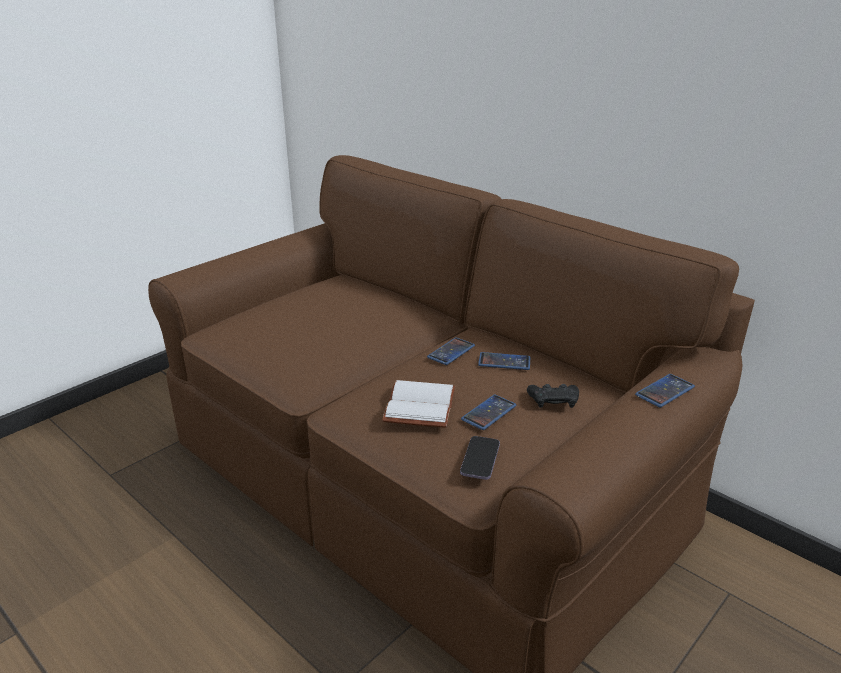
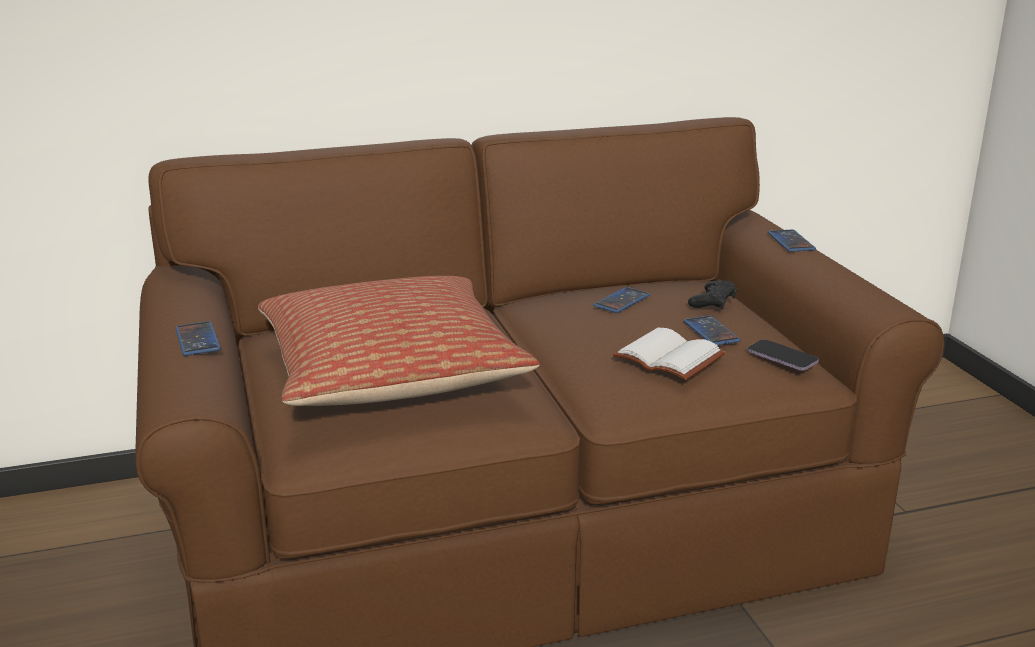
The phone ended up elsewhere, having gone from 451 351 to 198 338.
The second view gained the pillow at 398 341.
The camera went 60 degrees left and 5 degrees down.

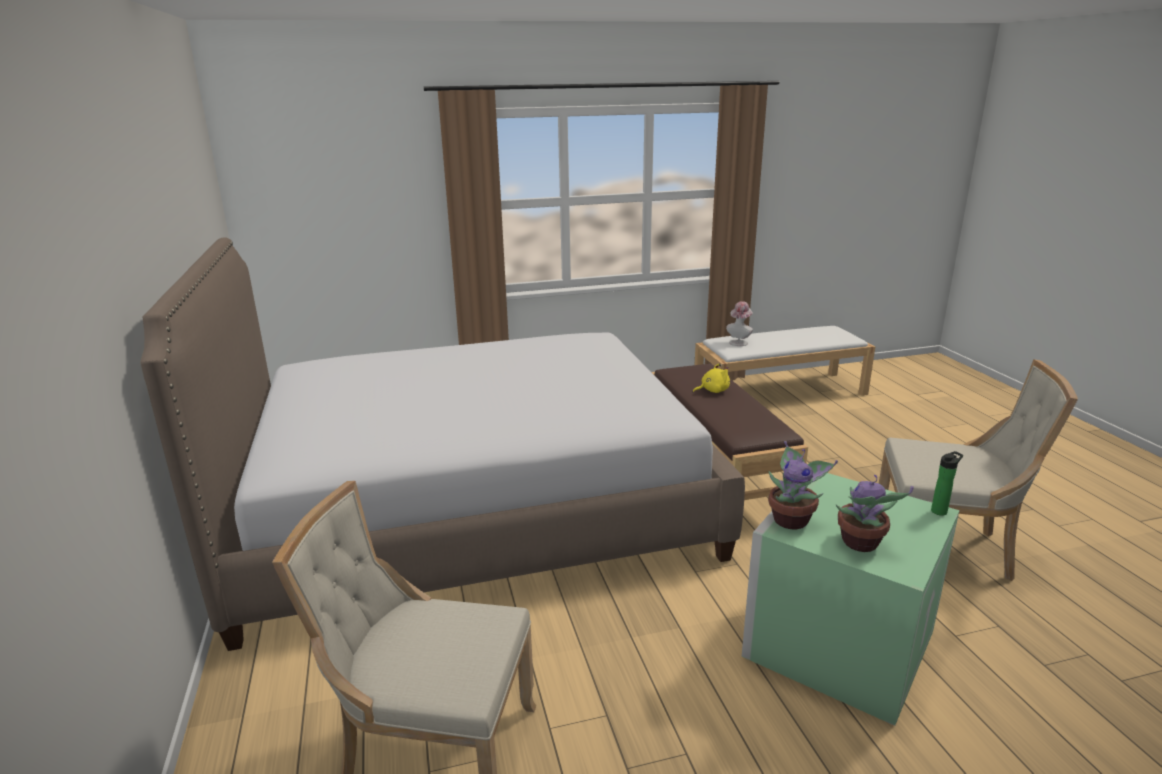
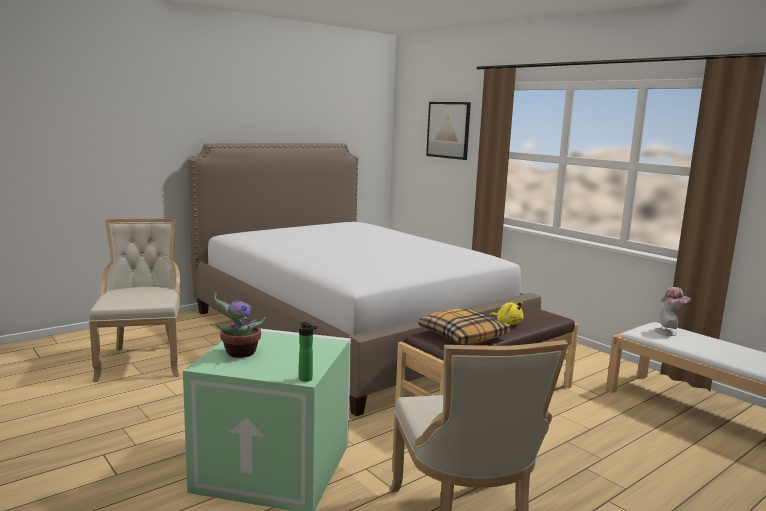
The second view lost the potted plant at 803 485.
The second view gained the pillow at 464 326.
The second view gained the picture at 448 131.
The camera went 65 degrees right and 10 degrees down.

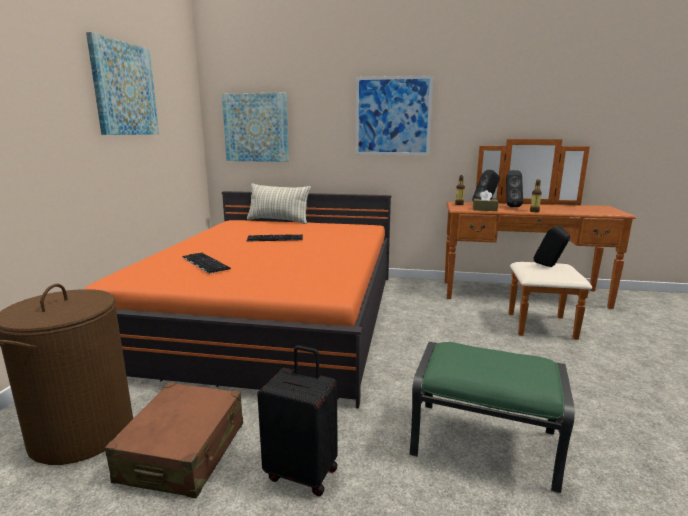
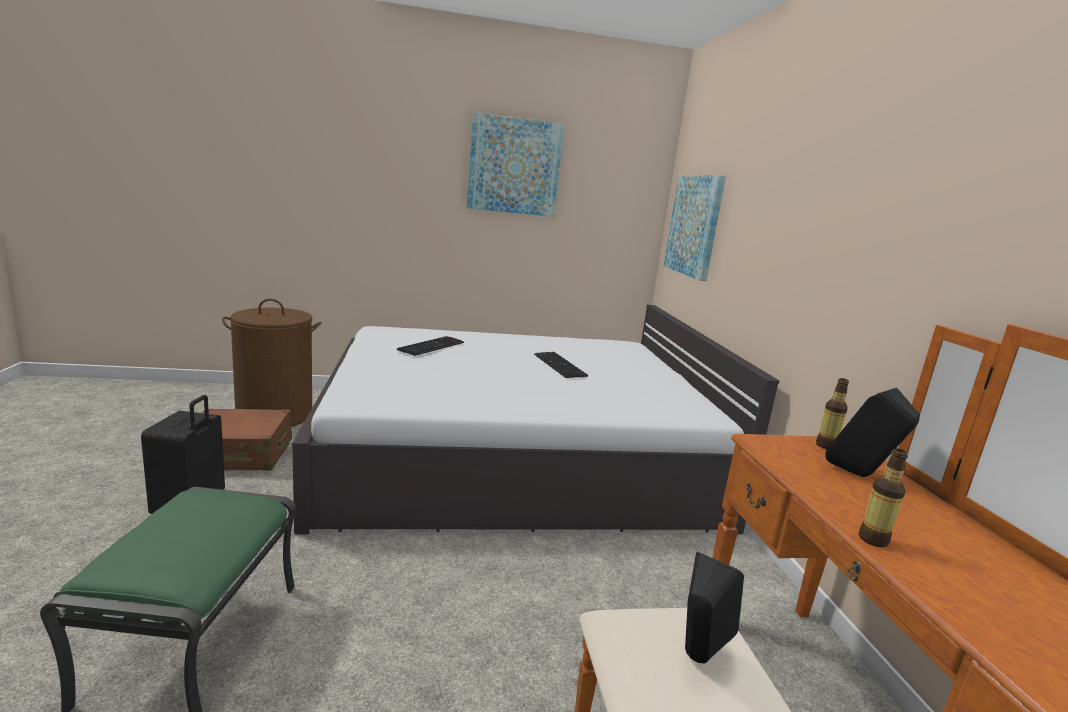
What was the orange bed at 238 300 turned into the white bed at 535 419.
The second view lost the pillow at 279 204.
The second view lost the picture at 394 115.
The second view lost the brown tissue box at 486 200.
The second view lost the black speaker at 514 188.
The camera went 70 degrees right and 0 degrees up.

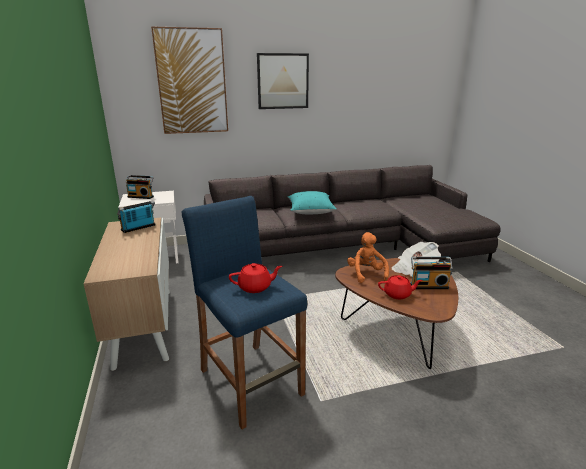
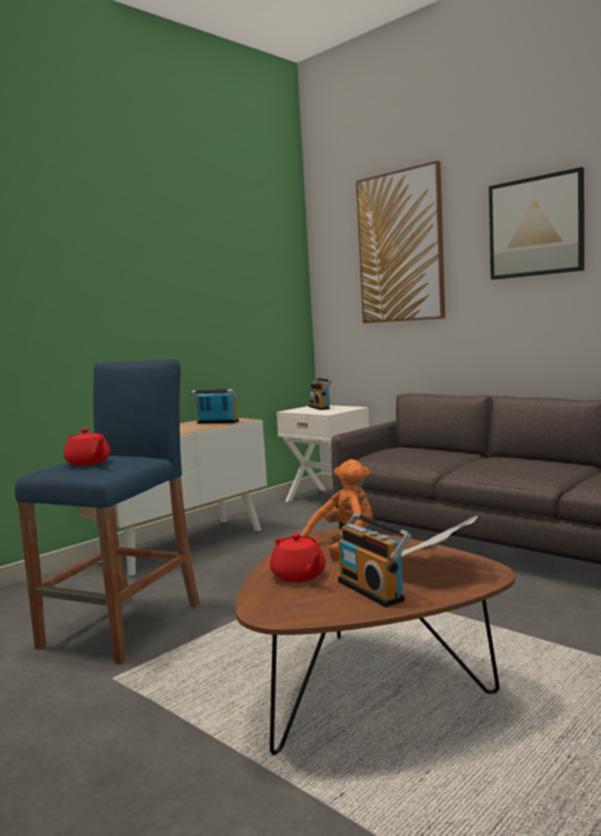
The second view lost the turquoise pillow at 312 202.
The camera went 60 degrees right and 15 degrees down.

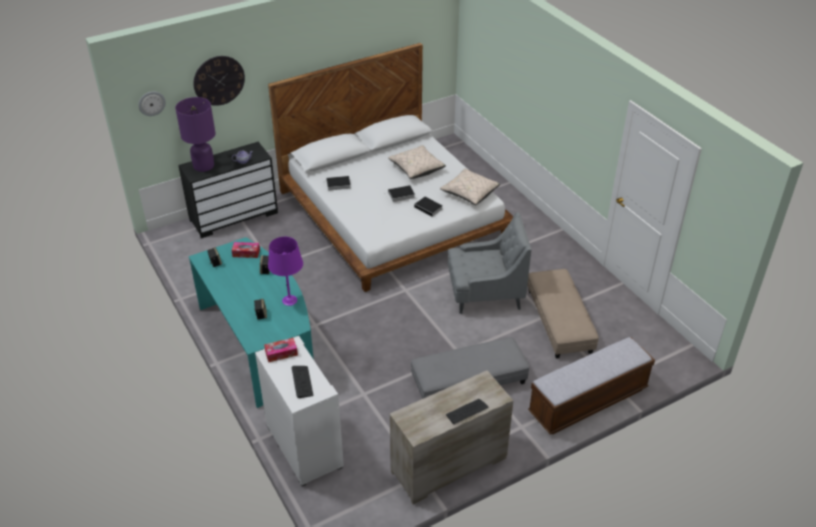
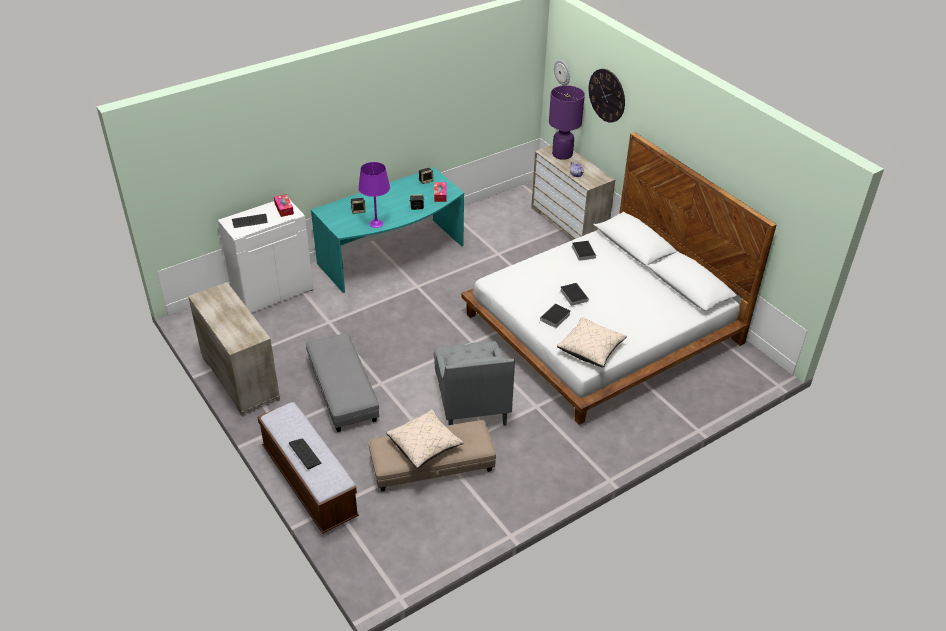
What was the black dresser at 228 190 turned into the beige dresser at 573 192.
The beige pillow ended up elsewhere, having gone from 417 162 to 425 439.
The keyboard ended up elsewhere, having gone from 467 411 to 305 454.
The camera went 85 degrees right and 0 degrees up.

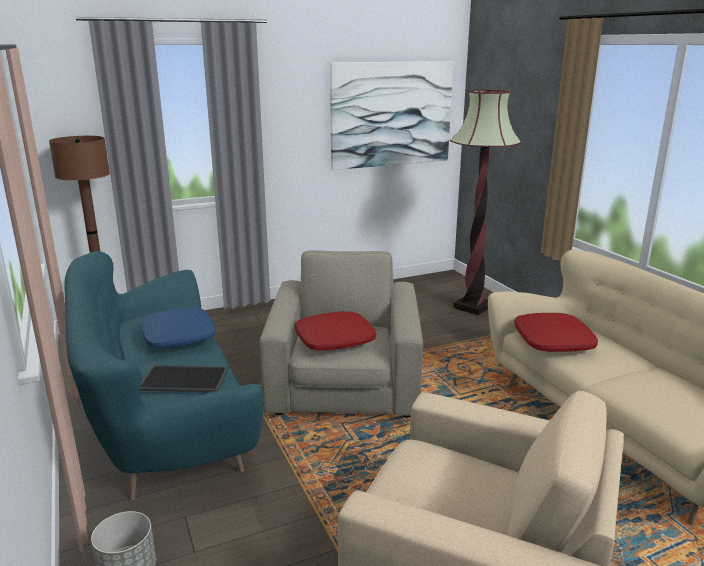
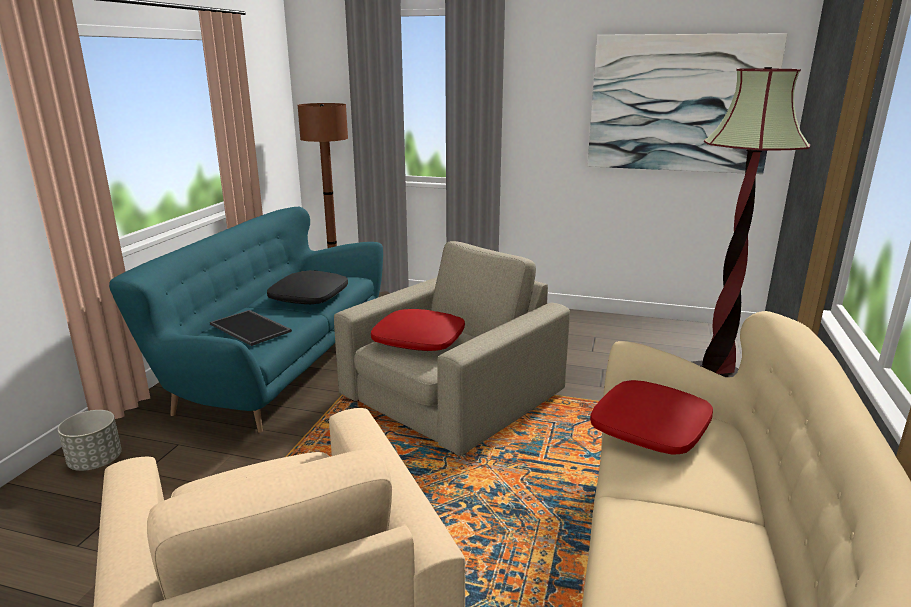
What was the blue pillow at 178 328 turned into the black pillow at 307 287.
The camera went 40 degrees right and 0 degrees up.

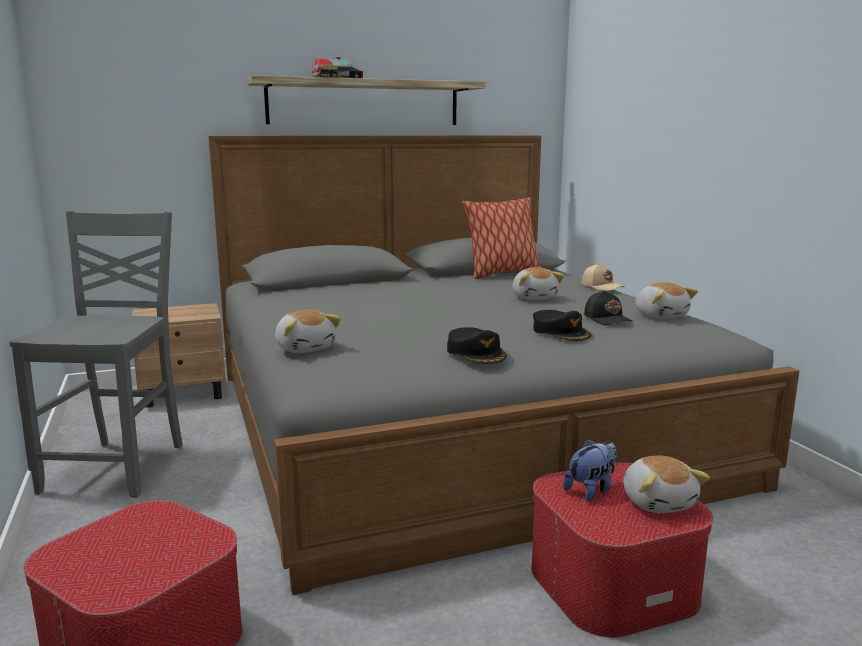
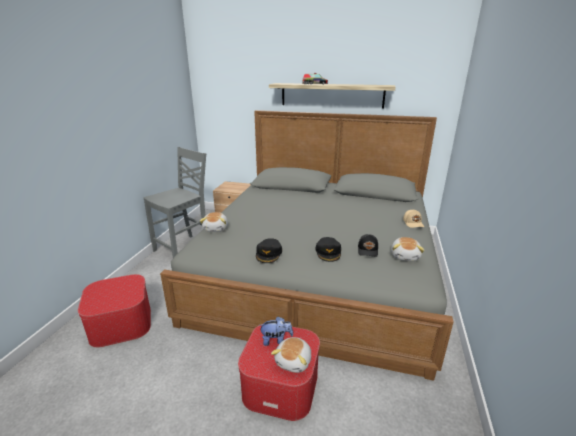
The second view lost the pillow at 501 238.
The second view lost the plush toy at 538 283.
The camera went 35 degrees right and 10 degrees up.

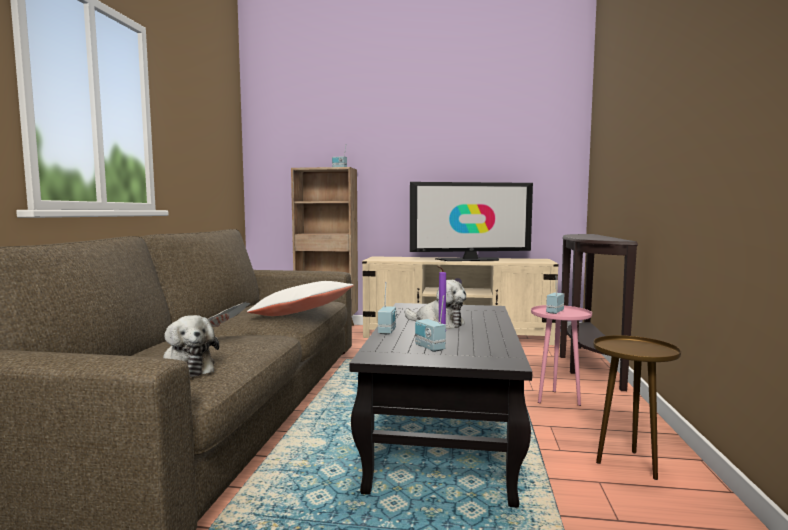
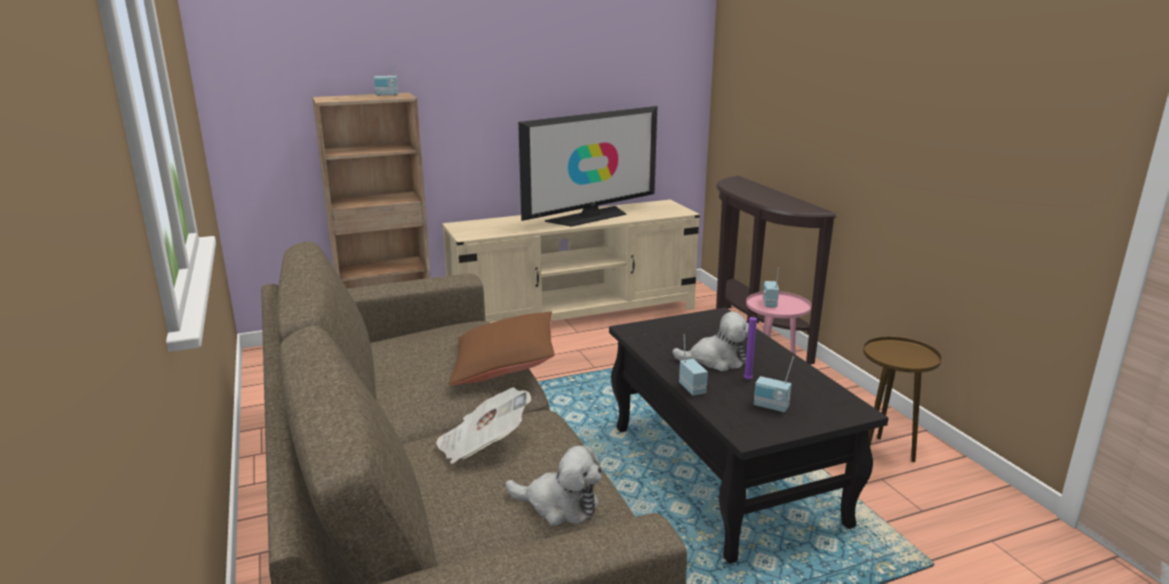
What was the white pillow at 300 298 turned into the brown pillow at 502 348.
The camera went 30 degrees left and 15 degrees up.

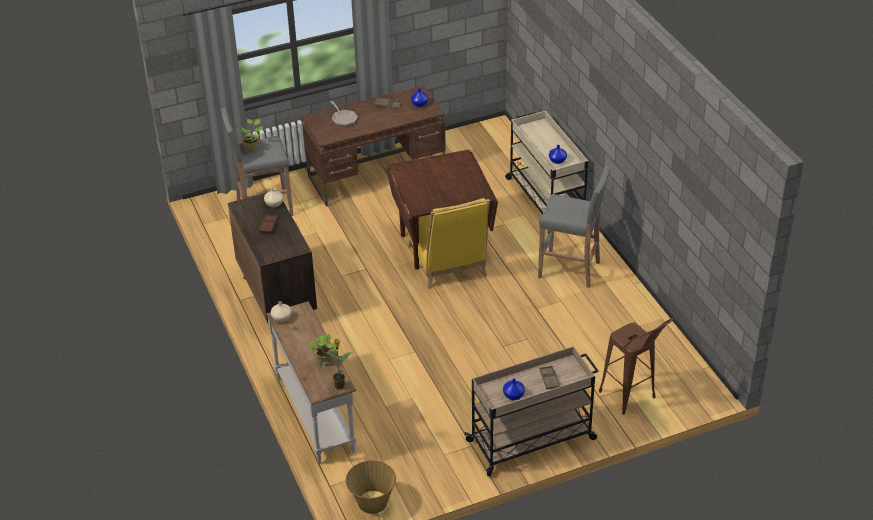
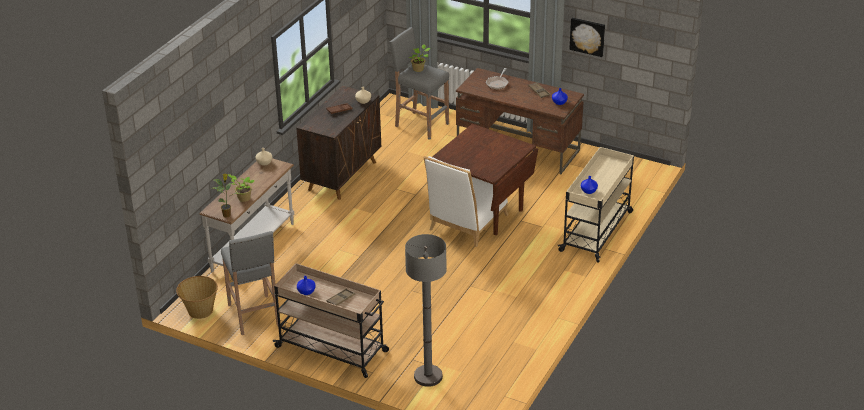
What was the yellow chair at 448 243 turned into the white chair at 466 201.
The grey stool ended up elsewhere, having gone from 574 227 to 249 283.
Where the brown stool stood at 636 366, the grey floor lamp came to stand at 426 310.
The second view gained the picture at 587 37.
The camera went 50 degrees right and 5 degrees down.

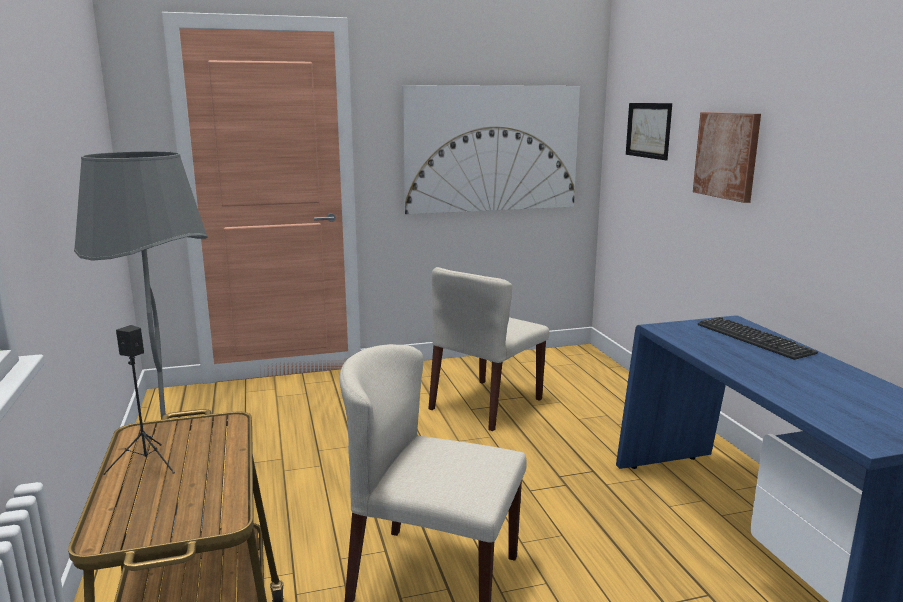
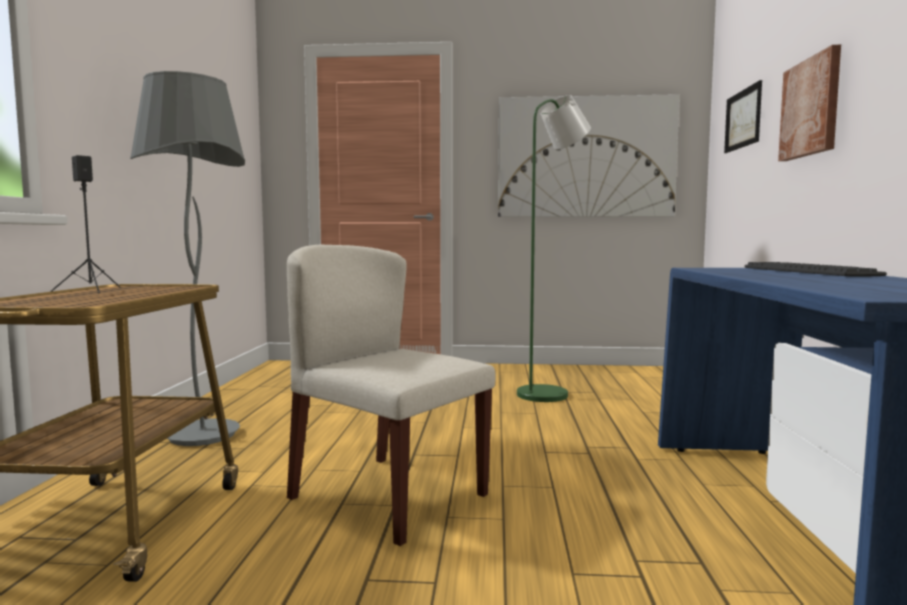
Where the beige chair stood at 488 349, the green floor lamp came to stand at 554 248.
The camera went 20 degrees right and 10 degrees down.

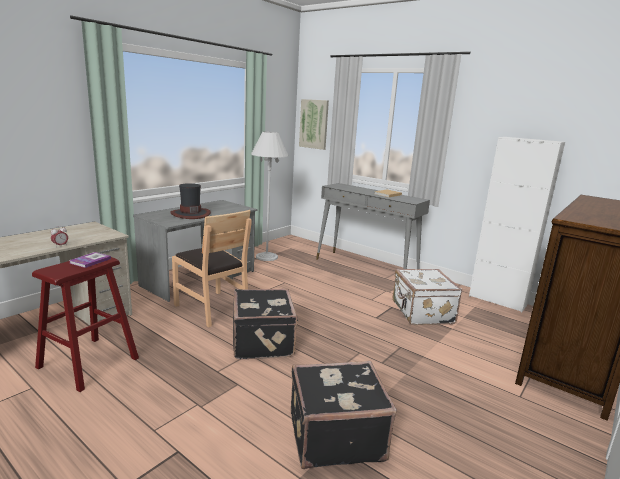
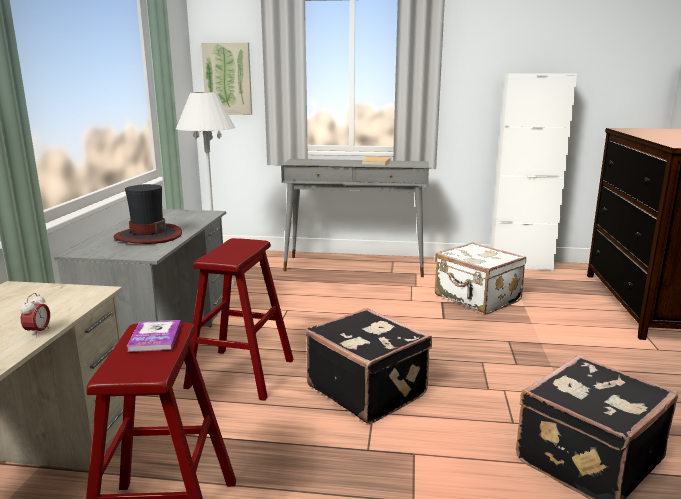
Where the brown chair stood at 212 268, the red stool came to stand at 238 319.
The camera went 30 degrees left and 0 degrees up.

